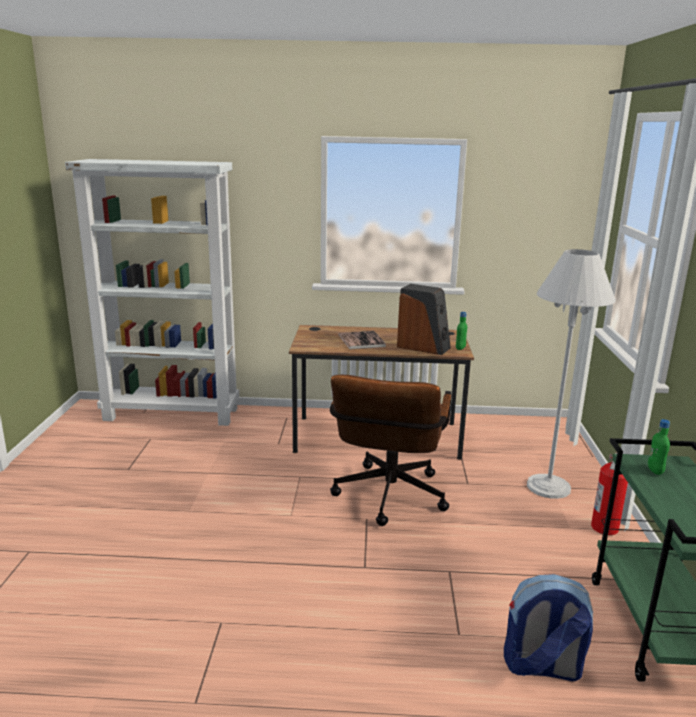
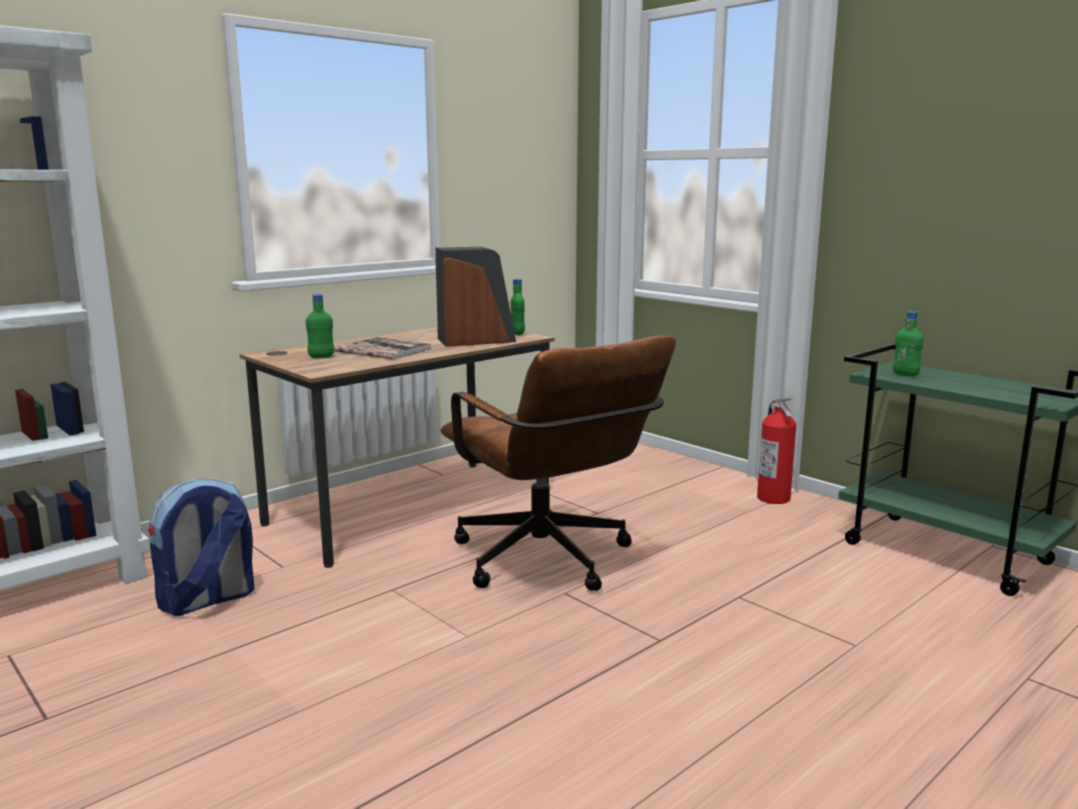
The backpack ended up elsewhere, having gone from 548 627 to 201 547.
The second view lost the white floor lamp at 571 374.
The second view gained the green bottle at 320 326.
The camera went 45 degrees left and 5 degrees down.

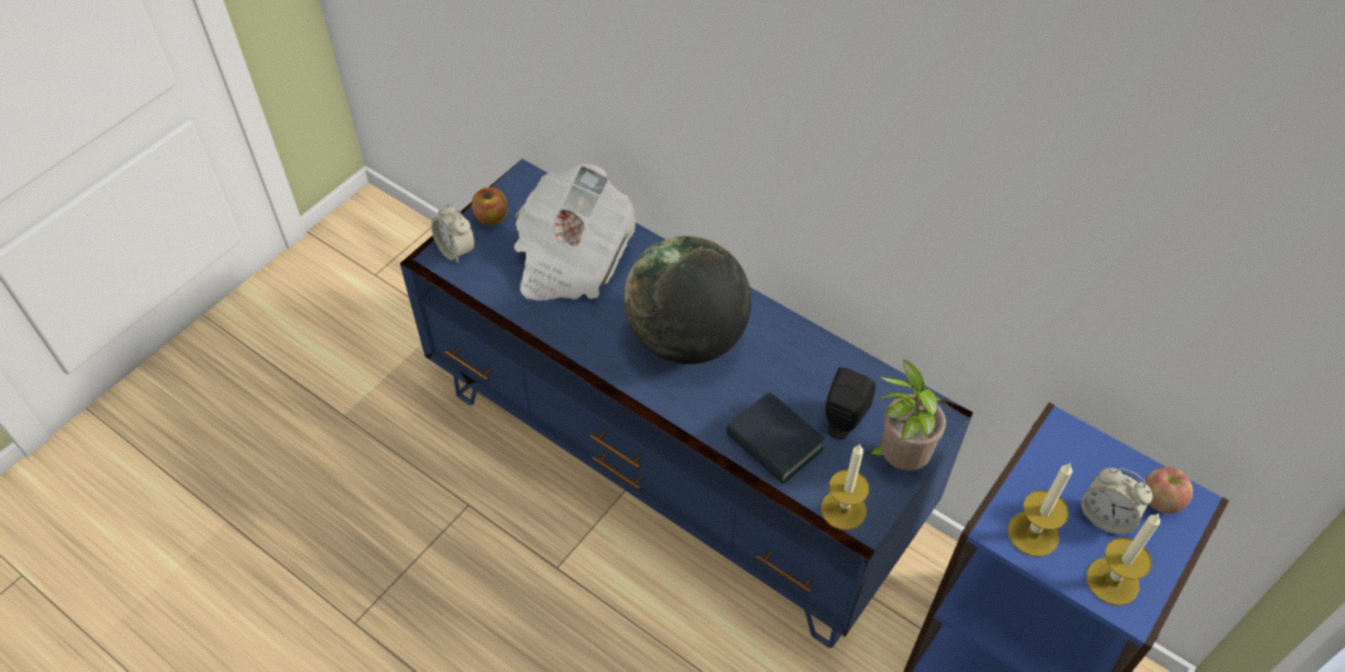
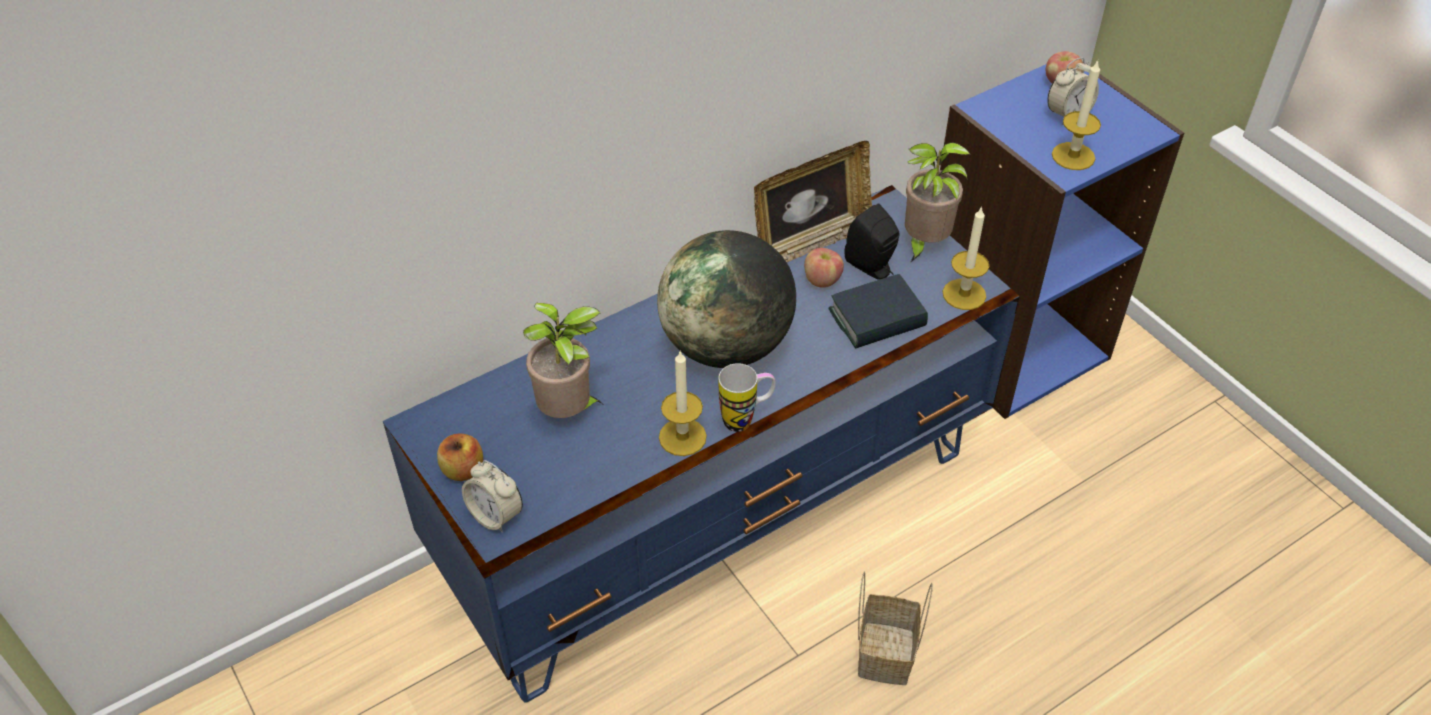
The alarm clock at 453 233 ended up facing another way, 60 degrees clockwise from before.
Where the newspaper stood at 575 232, the potted plant came to stand at 562 360.
The candle ended up elsewhere, having gone from 1123 559 to 683 403.
The second view gained the mug at 747 397.
The second view gained the picture frame at 813 201.
The second view gained the apple at 824 268.
The second view gained the basket at 895 628.
The camera went 70 degrees left and 5 degrees down.

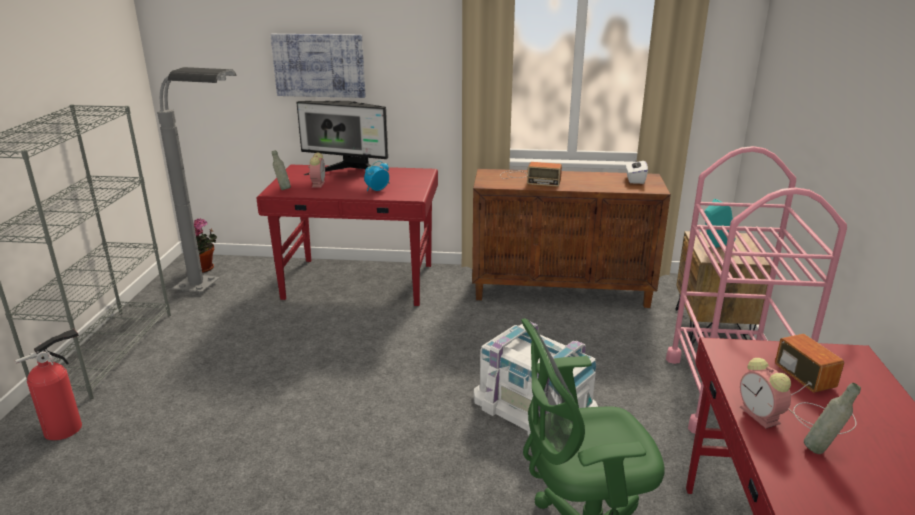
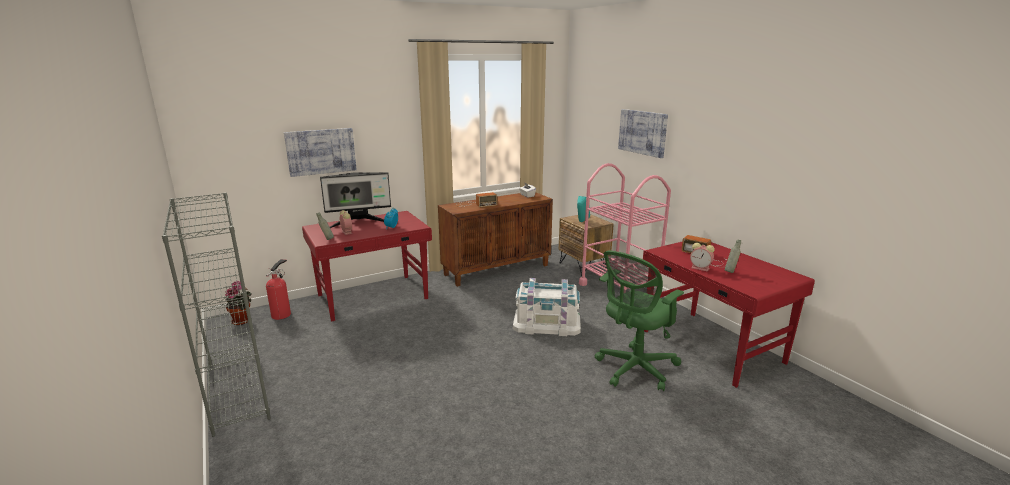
The fire extinguisher ended up elsewhere, having gone from 48 385 to 278 289.
The second view lost the grey floor lamp at 197 180.
The second view gained the picture at 643 133.
The camera went 35 degrees left and 5 degrees down.

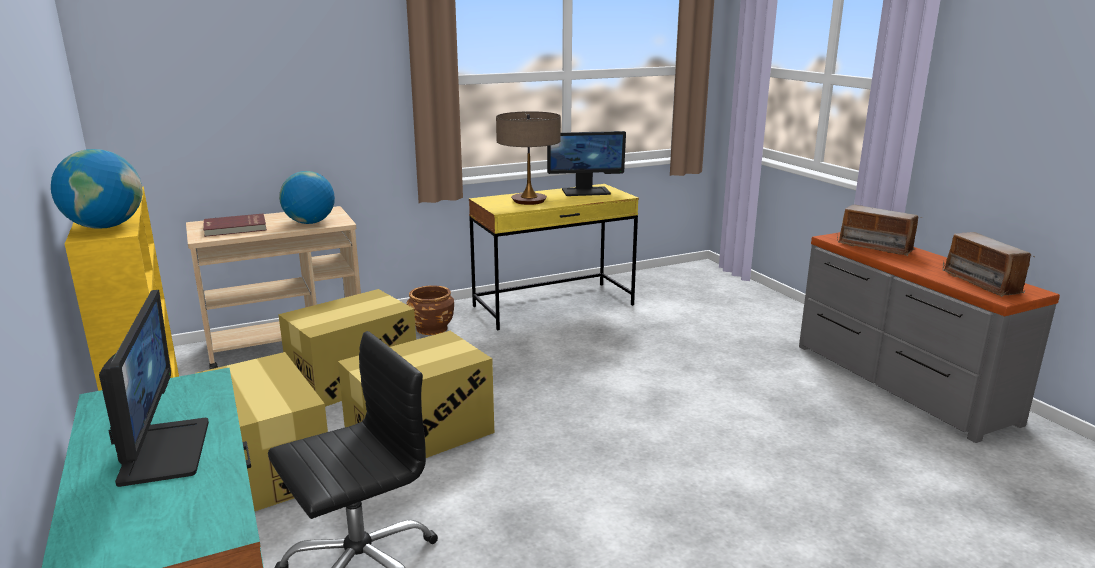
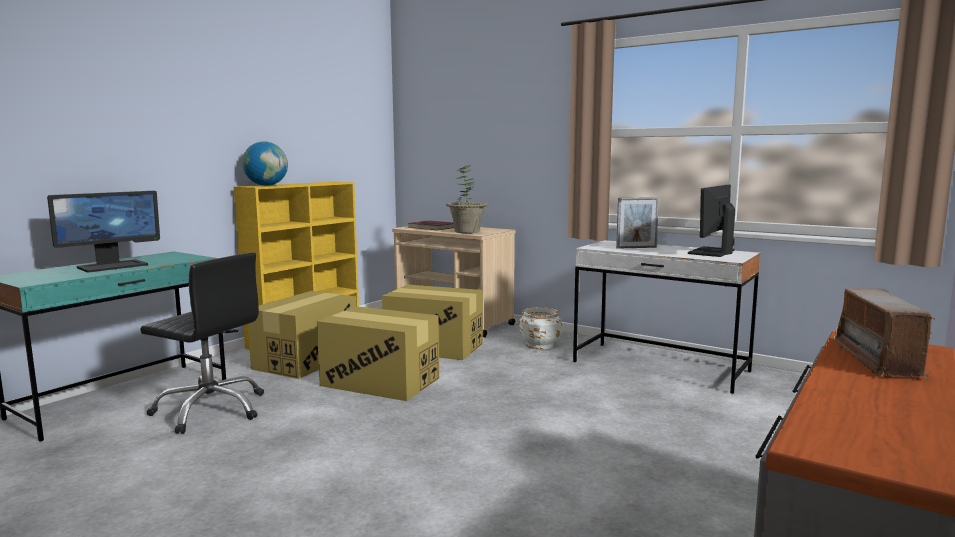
Where the globe stood at 307 197, the potted plant came to stand at 467 199.
What was the brown planter at 430 310 turned into the white planter at 540 328.
What was the yellow desk at 554 257 turned into the white desk at 666 317.
Where the table lamp stood at 528 158, the picture frame came to stand at 637 223.
The monitor at 586 163 ended up facing another way, 75 degrees clockwise from before.
The second view lost the radio at 988 264.
The camera went 60 degrees right and 10 degrees down.

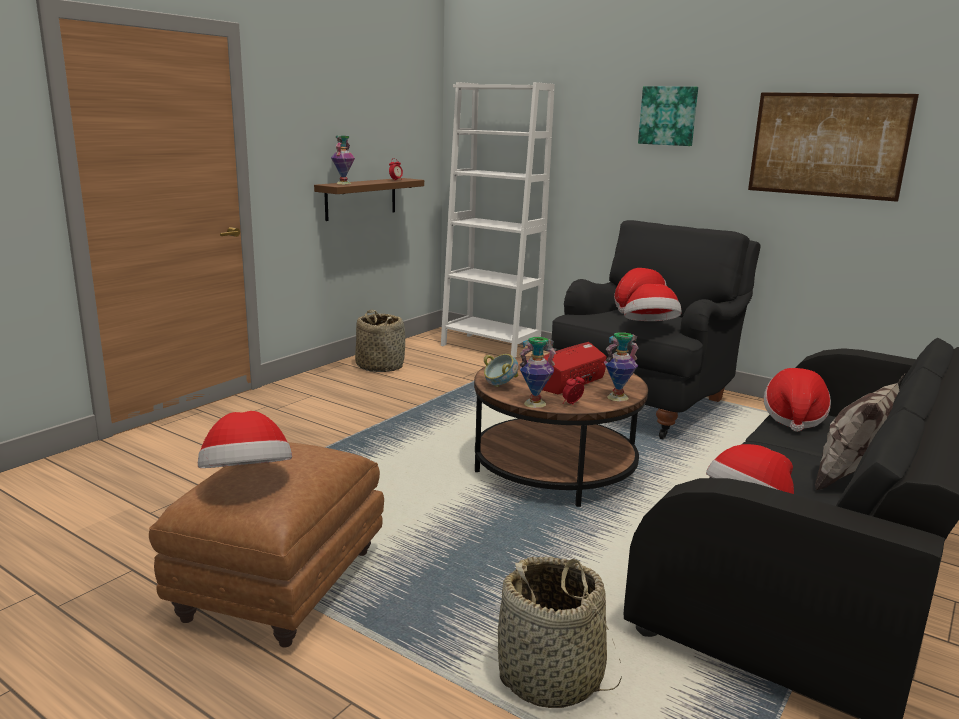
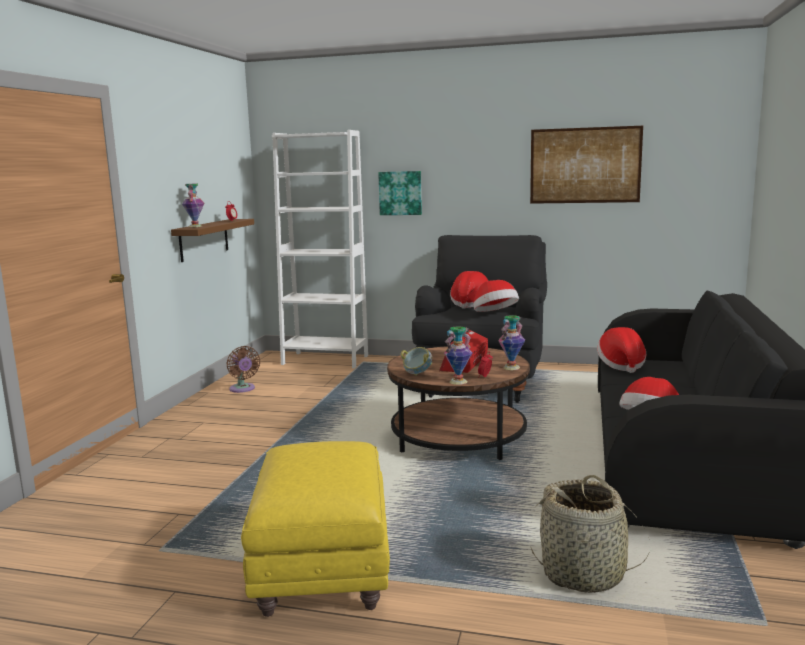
What was the brown ottoman at 266 544 turned into the yellow ottoman at 315 529.
The second view lost the hat at 245 439.
Where the basket stood at 380 341, the brown fan came to stand at 243 369.
The picture ended up elsewhere, having gone from 668 116 to 400 193.
The second view lost the pillow at 860 432.
The camera went 20 degrees left and 5 degrees down.

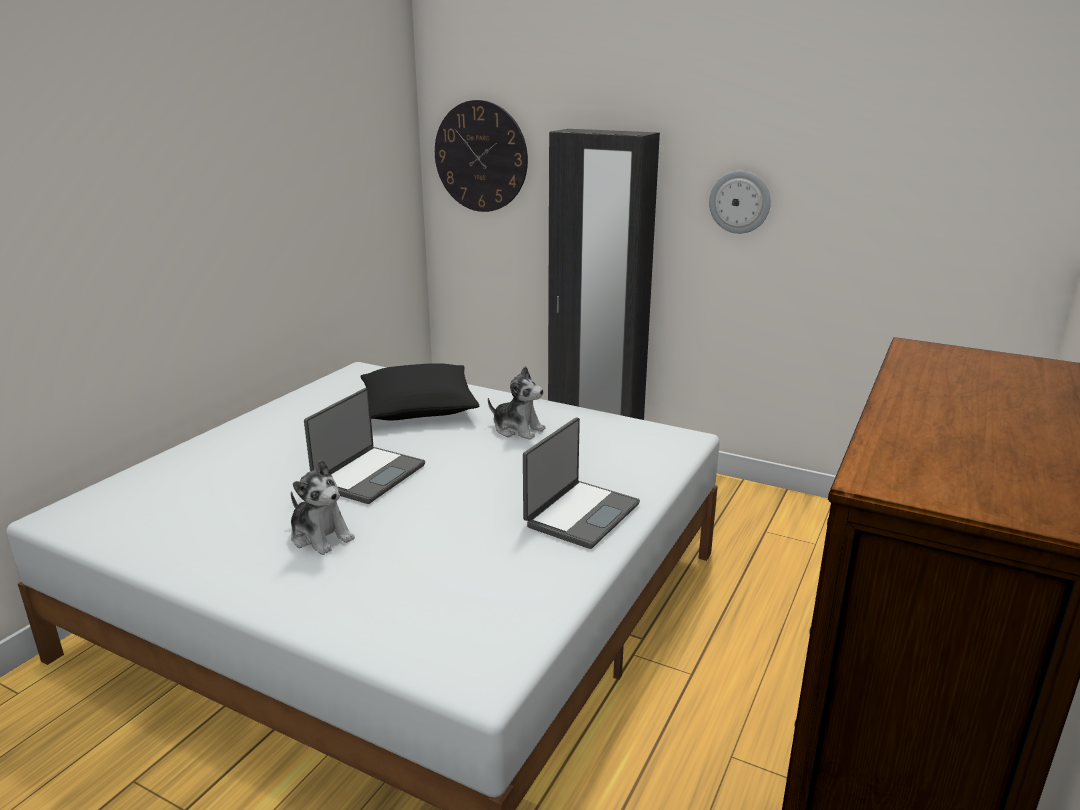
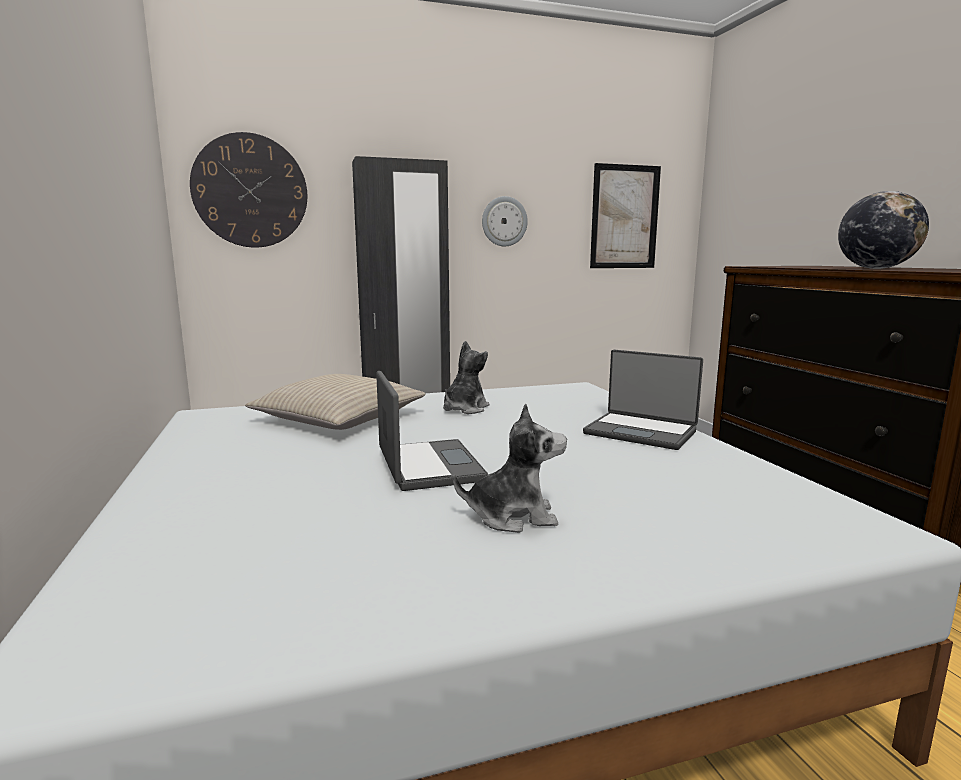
What was the black pillow at 419 391 turned into the beige pillow at 336 402.
The plush toy at 517 403 ended up facing another way, 45 degrees counterclockwise from before.
The laptop at 581 483 ended up facing another way, 135 degrees clockwise from before.
The second view gained the picture at 625 215.
The second view gained the globe at 883 230.
The camera went 45 degrees left and 10 degrees down.

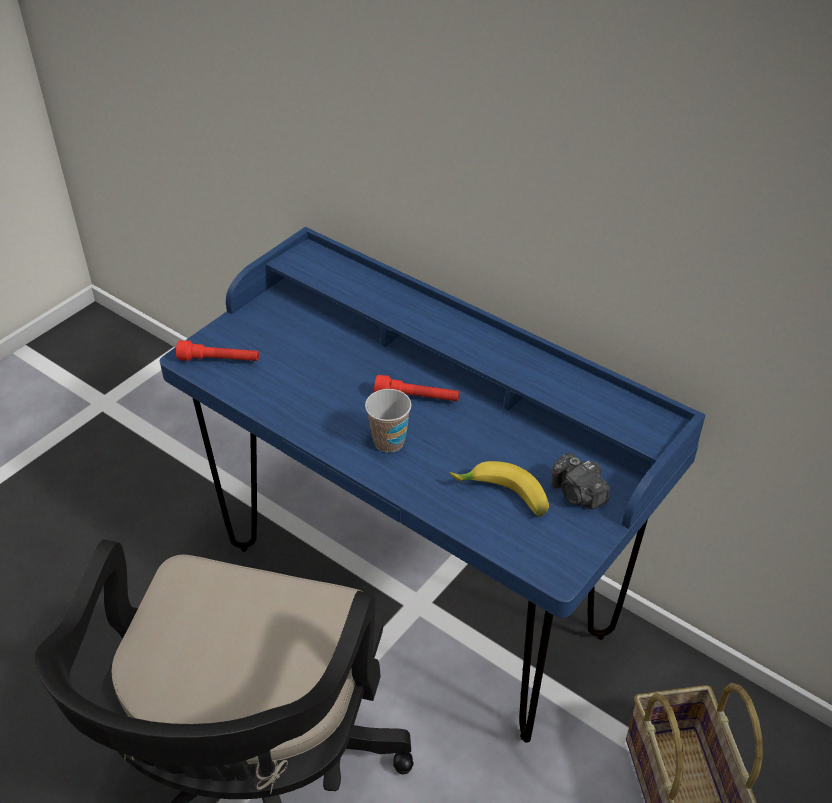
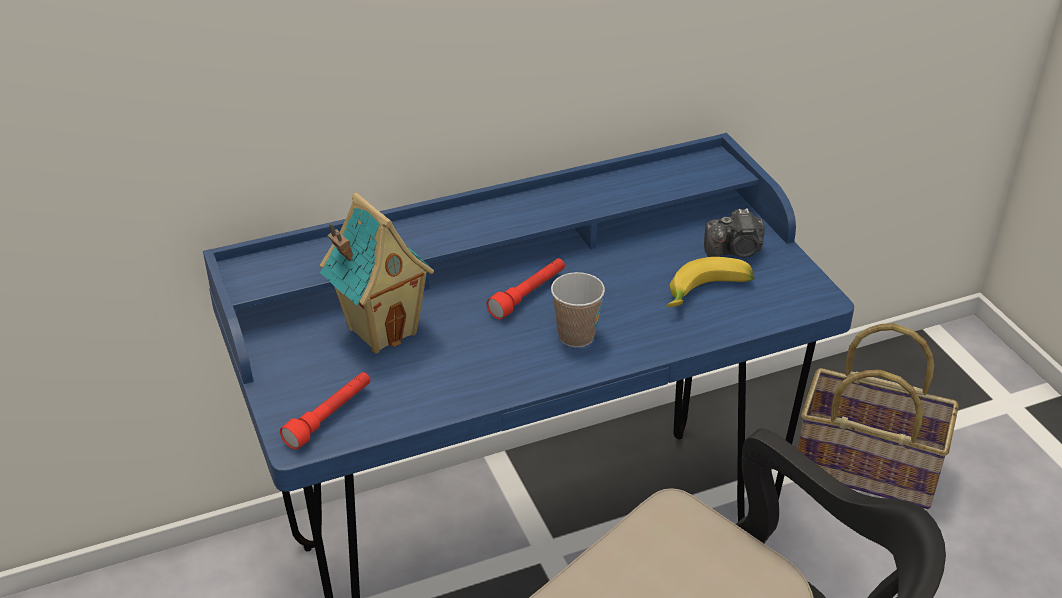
The second view gained the toy house at 377 273.
The camera went 60 degrees left and 5 degrees down.

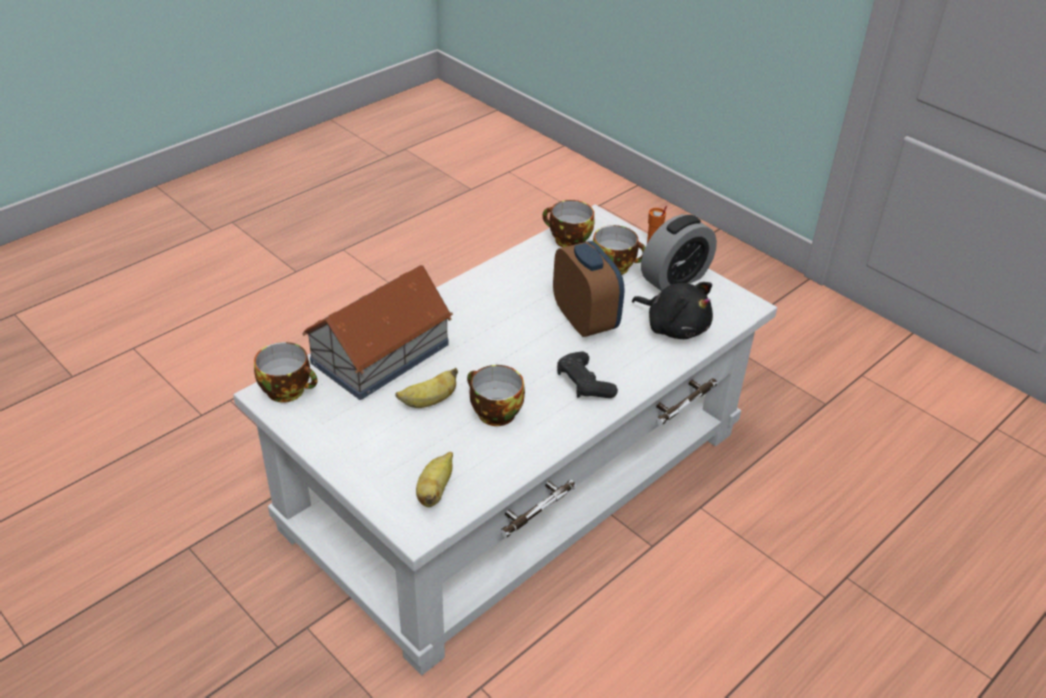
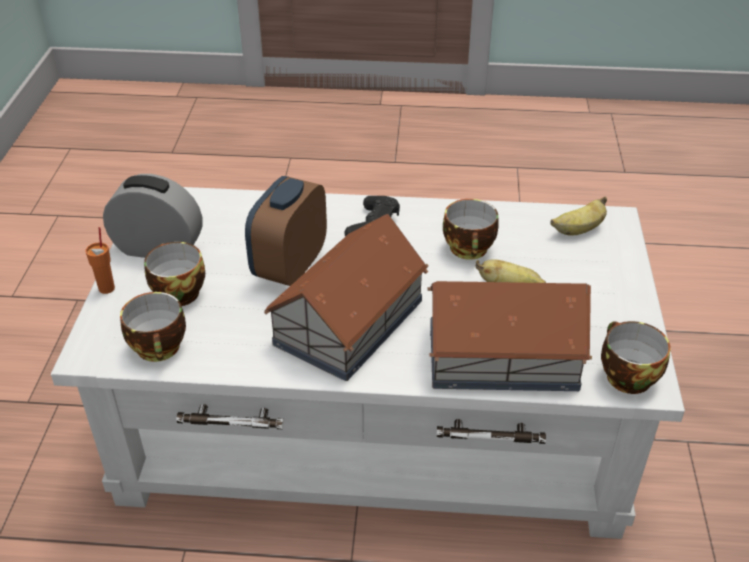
The second view lost the black plush toy at 672 310.
The second view gained the toy house at 346 297.
The camera went 130 degrees left and 0 degrees up.

